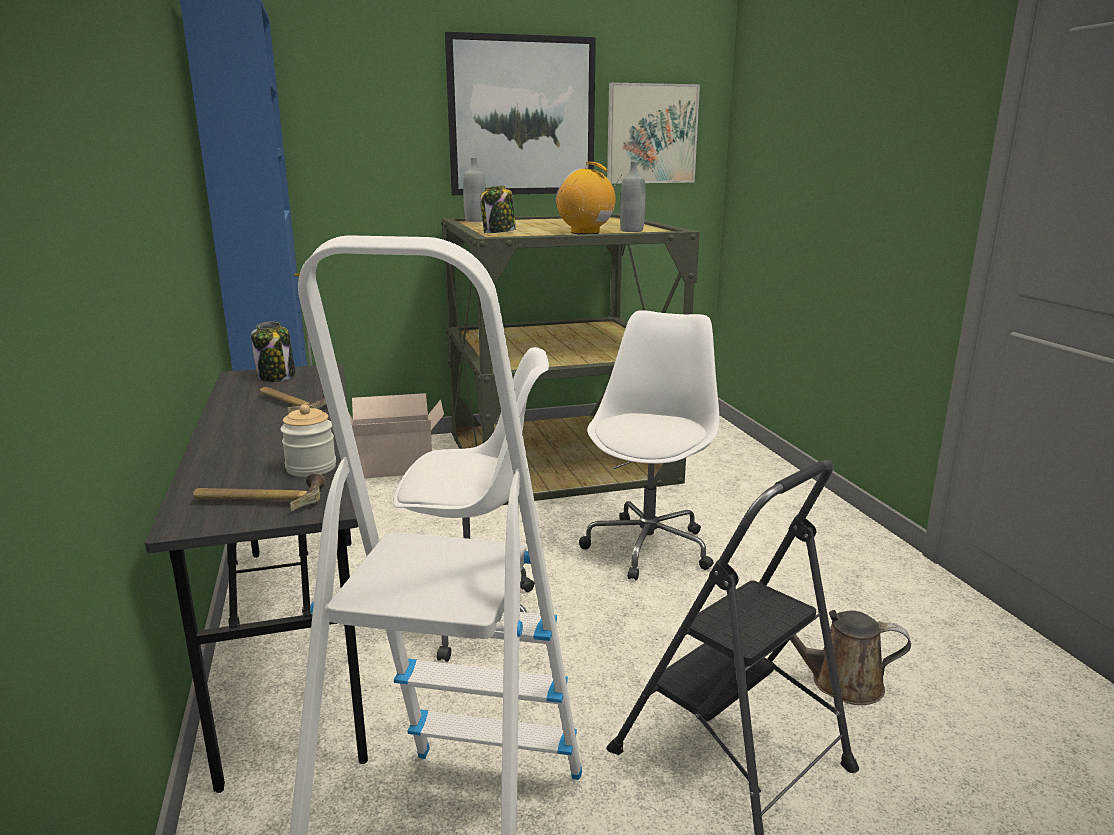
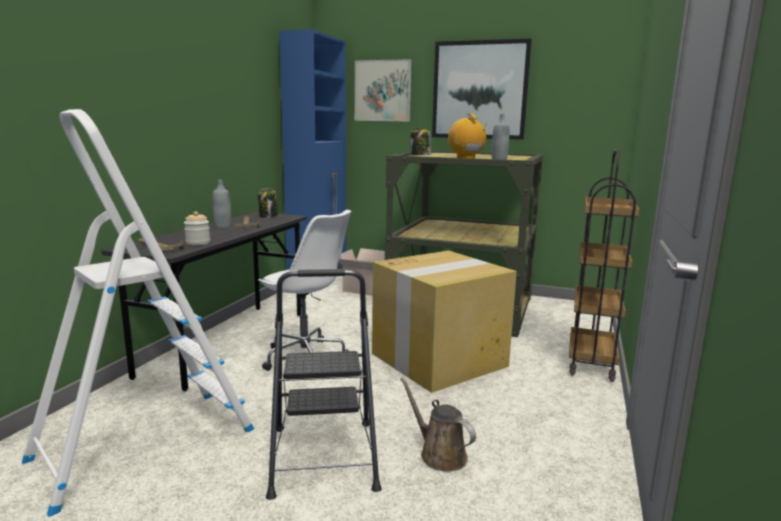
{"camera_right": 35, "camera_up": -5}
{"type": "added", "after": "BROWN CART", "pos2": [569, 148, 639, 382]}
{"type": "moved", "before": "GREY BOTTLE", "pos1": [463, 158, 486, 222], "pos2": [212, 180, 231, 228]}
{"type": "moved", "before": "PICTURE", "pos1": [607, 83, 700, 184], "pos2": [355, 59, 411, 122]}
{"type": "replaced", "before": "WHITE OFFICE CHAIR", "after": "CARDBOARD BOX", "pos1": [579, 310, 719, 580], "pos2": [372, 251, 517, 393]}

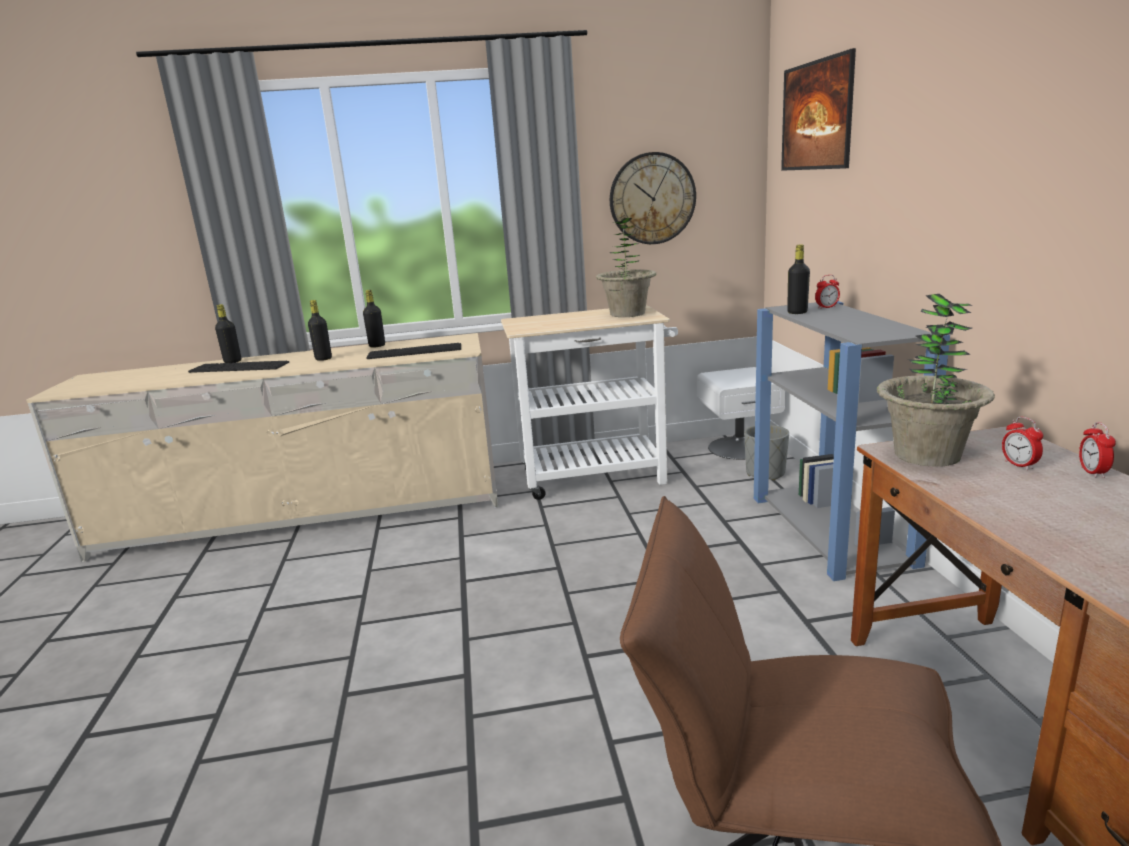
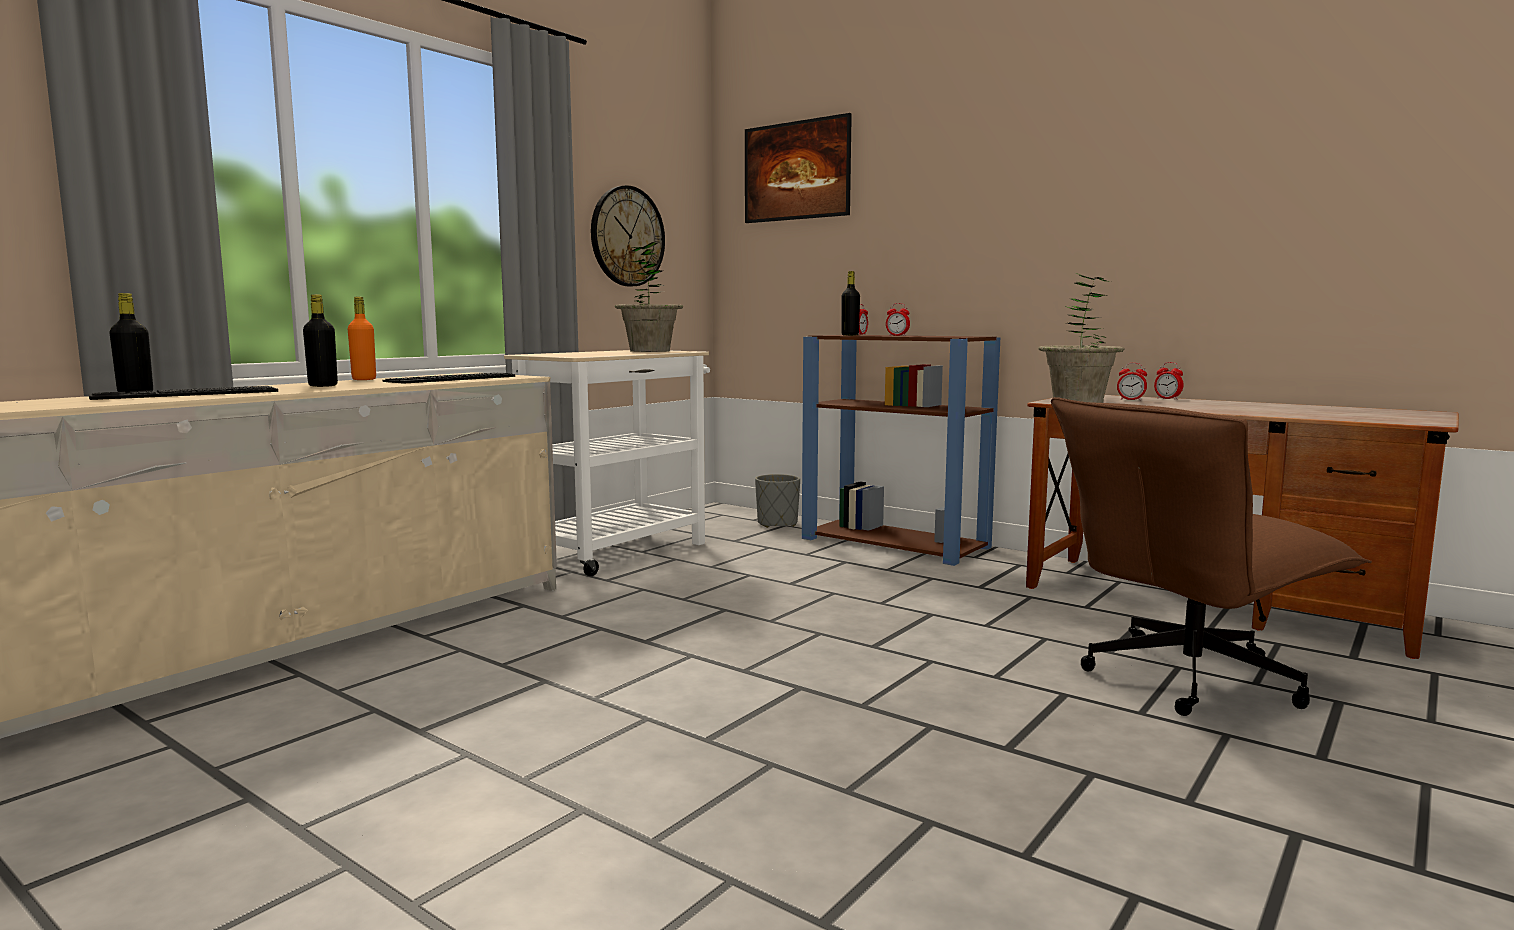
{"camera_right": -45, "camera_up": -10}
{"type": "removed", "before": "WHITE NIGHTSTAND", "pos1": [697, 367, 786, 460]}
{"type": "added", "after": "ALARM CLOCK", "pos2": [886, 303, 910, 336]}
{"type": "recoloured", "before": "BLACK BOTTLE", "after": "ORANGE BOTTLE", "pos1": [363, 290, 385, 348], "pos2": [348, 297, 376, 380]}
{"type": "recoloured", "before": "GREY BOOKCASE", "after": "BROWN BOOKCASE", "pos1": [754, 301, 950, 581], "pos2": [802, 335, 1000, 566]}

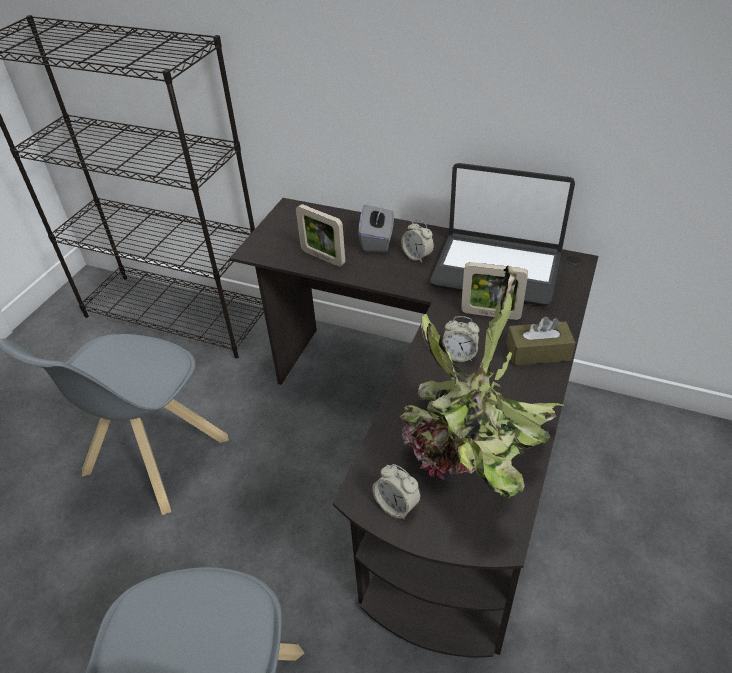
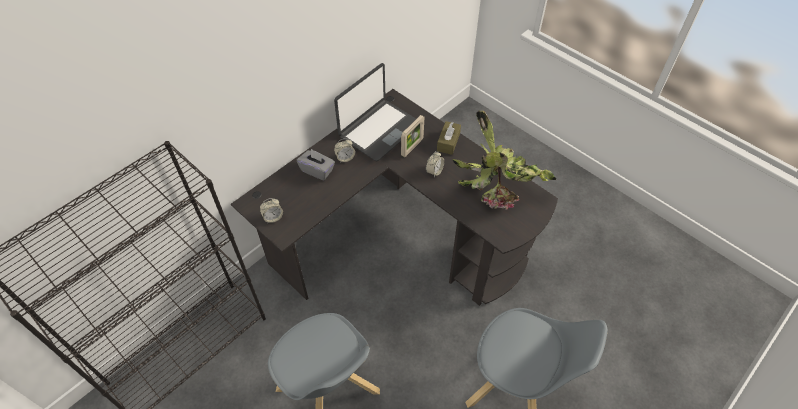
{"camera_right": -70, "camera_up": 10}
{"type": "removed", "before": "PICTURE FRAME", "pos1": [296, 204, 345, 267]}
{"type": "moved", "before": "ALARM CLOCK", "pos1": [372, 464, 421, 520], "pos2": [260, 198, 283, 223]}

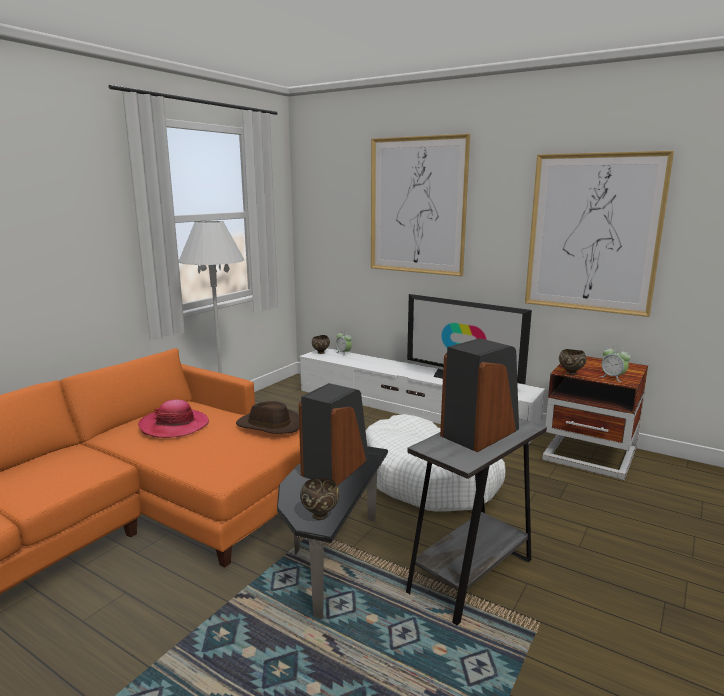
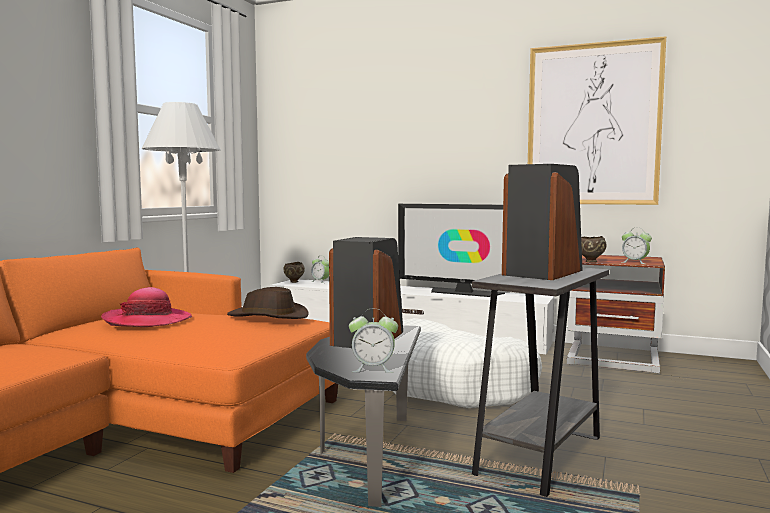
{"camera_right": -10, "camera_up": -10}
{"type": "removed", "before": "PICTURE", "pos1": [371, 134, 470, 276]}
{"type": "replaced", "before": "BROWN BOWL", "after": "ALARM CLOCK", "pos1": [300, 478, 340, 520], "pos2": [349, 309, 398, 373]}

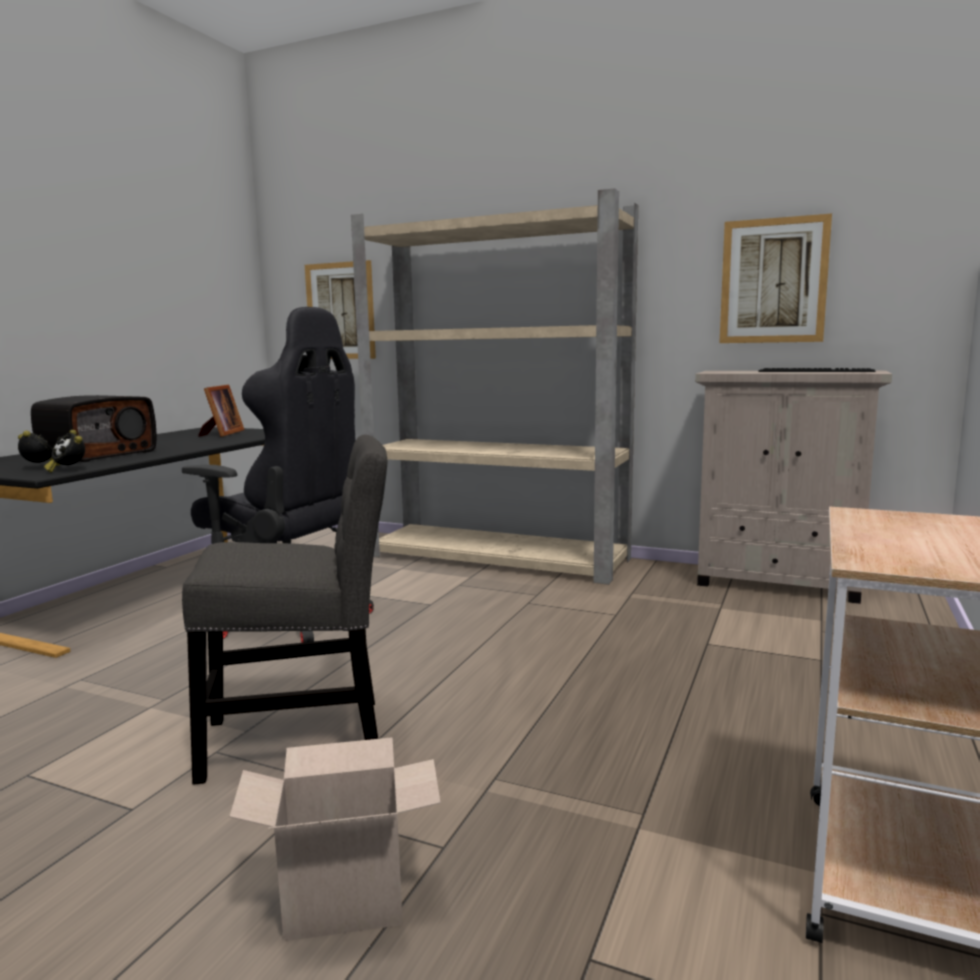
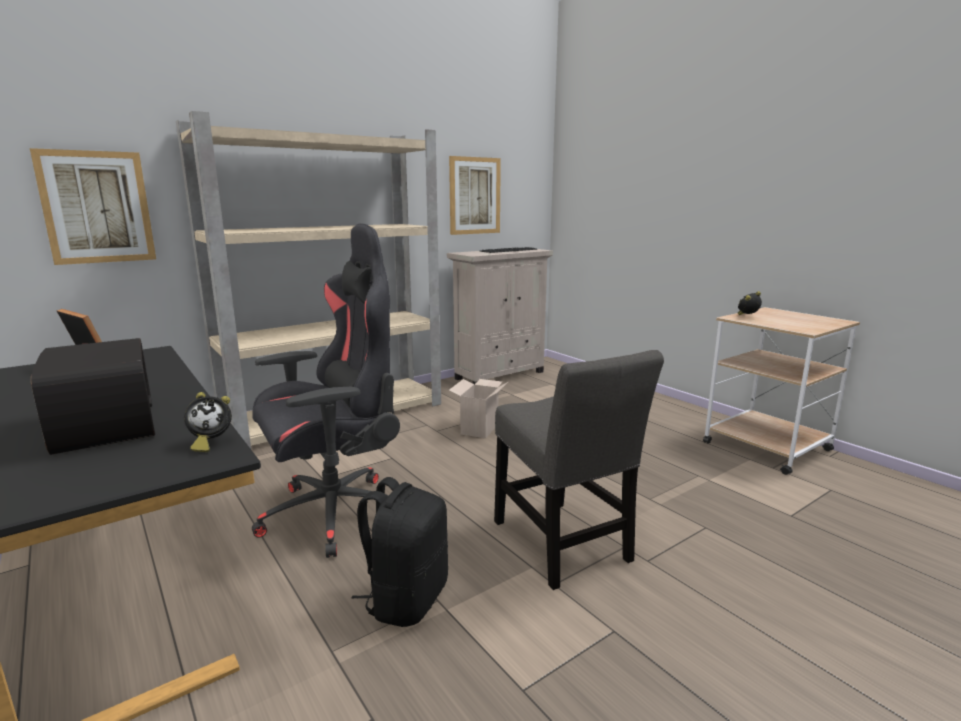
{"camera_right": -60, "camera_up": 5}
{"type": "added", "after": "BLACK BACKPACK", "pos2": [351, 477, 448, 627]}
{"type": "moved", "before": "ALARM CLOCK", "pos1": [18, 431, 61, 466], "pos2": [738, 291, 762, 315]}
{"type": "moved", "before": "CARDBOARD BOX", "pos1": [229, 737, 441, 941], "pos2": [448, 379, 509, 438]}
{"type": "turned", "before": "GREY CHAIR", "pos1": [182, 435, 387, 785], "pos2": [494, 350, 664, 590], "turn": 135}

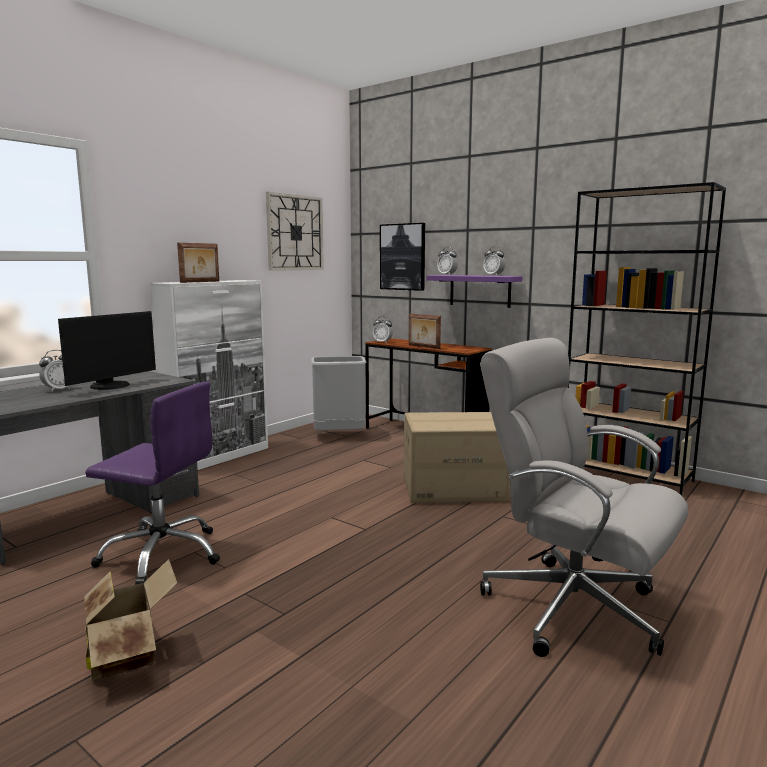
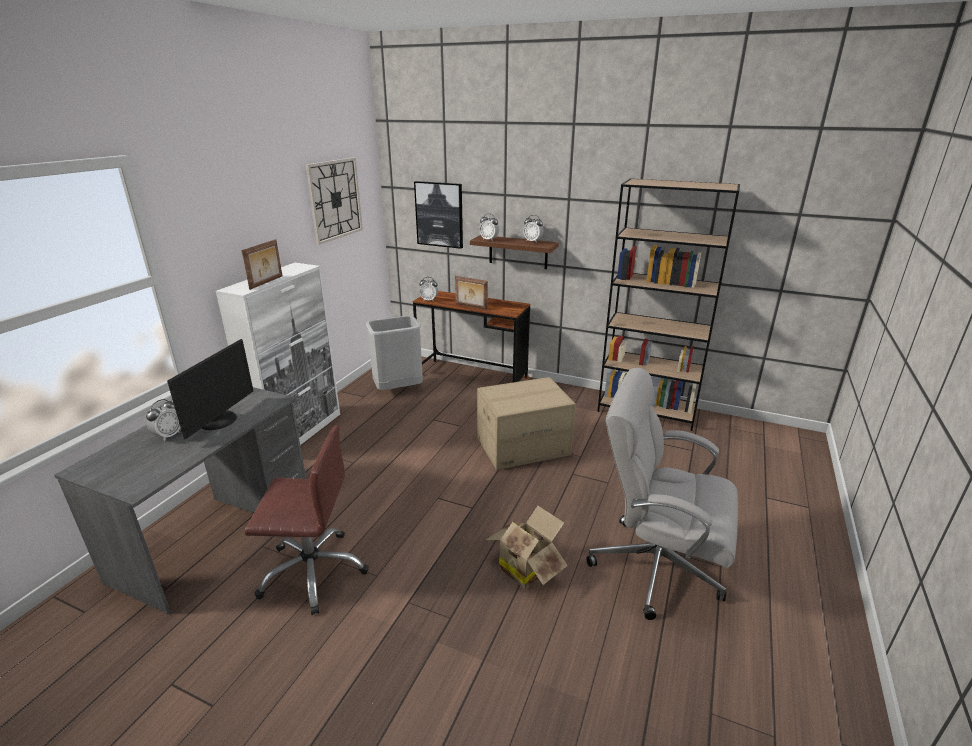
{"camera_right": -15, "camera_up": 15}
{"type": "moved", "before": "CARDBOARD BOX", "pos1": [84, 559, 177, 681], "pos2": [486, 506, 568, 589]}
{"type": "recoloured", "before": "PURPLE OFFICE CHAIR", "after": "BROWN OFFICE CHAIR", "pos1": [85, 381, 220, 585], "pos2": [244, 425, 369, 615]}
{"type": "recoloured", "before": "PURPLE SHELF", "after": "BROWN SHELF", "pos1": [426, 275, 522, 308], "pos2": [470, 235, 559, 269]}

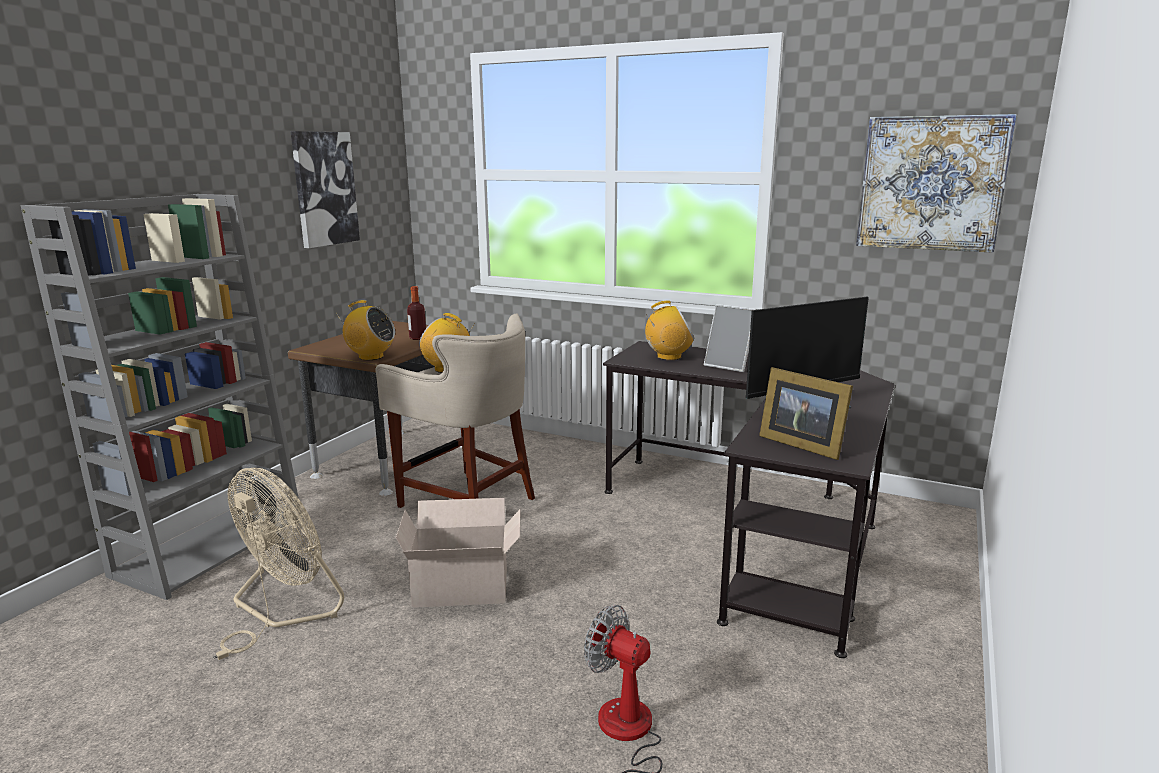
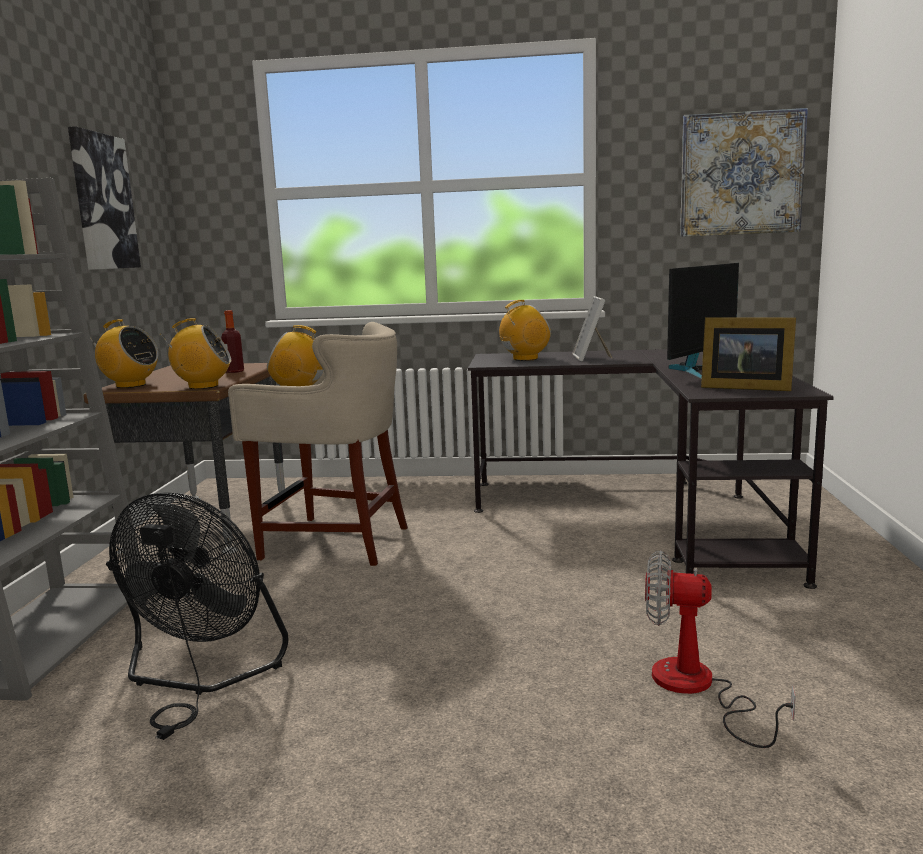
{"camera_right": -20, "camera_up": -5}
{"type": "removed", "before": "CARDBOARD BOX", "pos1": [396, 498, 520, 608]}
{"type": "added", "after": "RADIO", "pos2": [91, 319, 158, 388]}
{"type": "recoloured", "before": "BEIGE FAN", "after": "BLACK FAN", "pos1": [213, 468, 344, 660], "pos2": [106, 493, 288, 740]}
{"type": "turned", "before": "PICTURE FRAME", "pos1": [704, 304, 757, 372], "pos2": [572, 296, 612, 361], "turn": 75}

